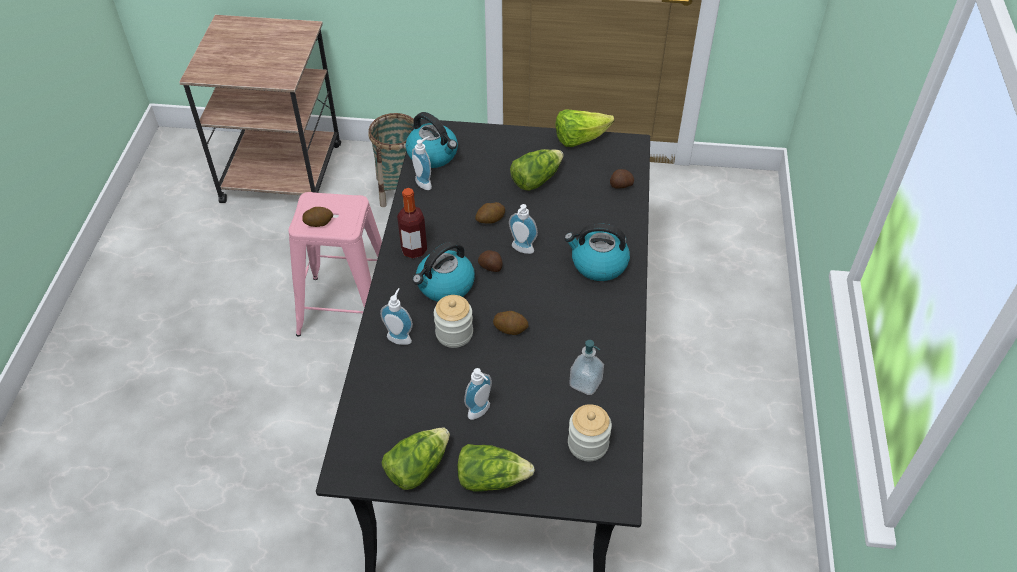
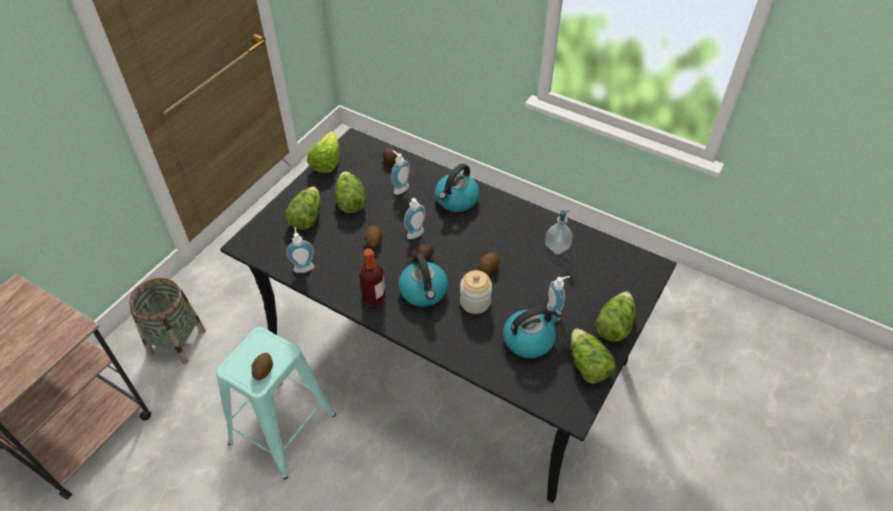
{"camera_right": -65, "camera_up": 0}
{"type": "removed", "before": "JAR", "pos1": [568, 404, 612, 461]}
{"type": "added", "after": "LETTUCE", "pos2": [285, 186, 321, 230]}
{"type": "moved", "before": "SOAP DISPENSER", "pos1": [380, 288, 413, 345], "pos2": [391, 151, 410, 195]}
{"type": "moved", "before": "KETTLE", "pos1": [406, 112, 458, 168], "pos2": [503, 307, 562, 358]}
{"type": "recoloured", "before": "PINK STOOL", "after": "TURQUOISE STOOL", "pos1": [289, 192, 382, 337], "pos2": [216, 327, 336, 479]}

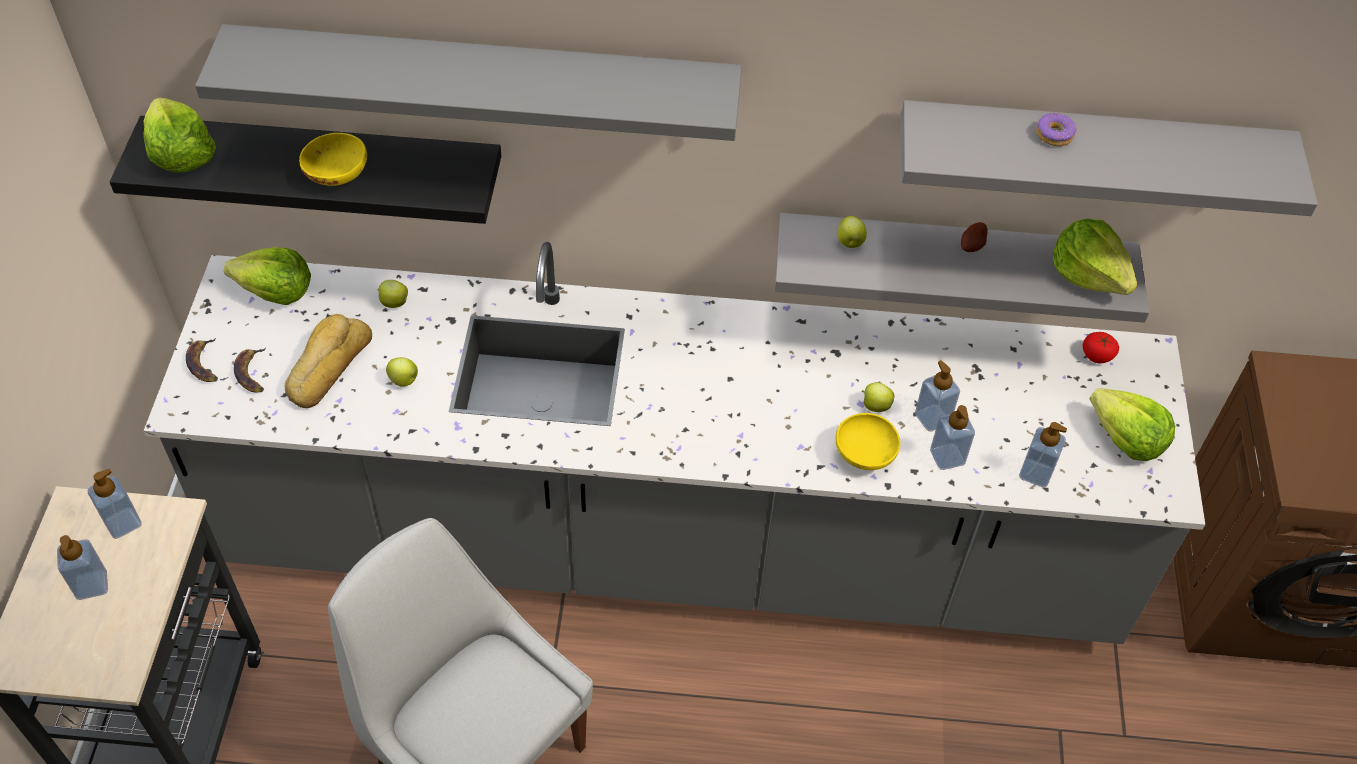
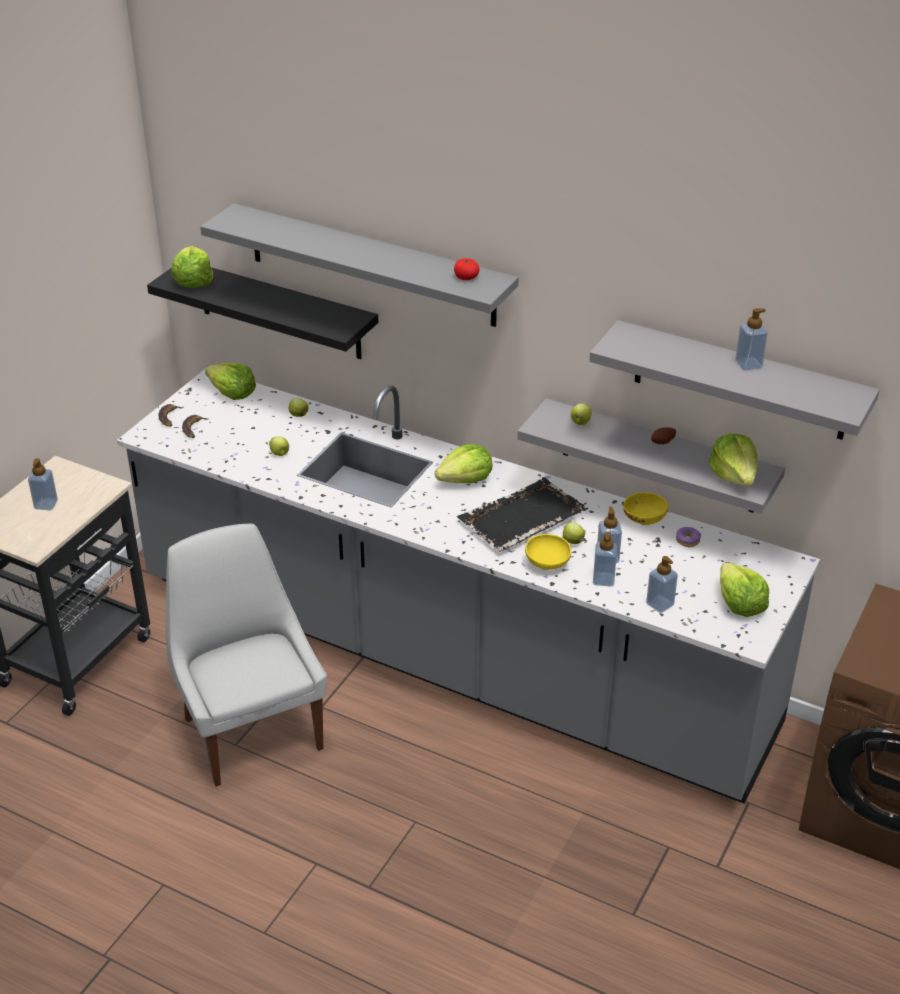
{"camera_right": 25, "camera_up": -15}
{"type": "removed", "before": "BREAD", "pos1": [285, 314, 372, 408]}
{"type": "added", "after": "LETTUCE", "pos2": [435, 444, 492, 483]}
{"type": "added", "after": "BLACK TRAY", "pos2": [457, 477, 588, 552]}
{"type": "moved", "before": "SOAP DISPENSER", "pos1": [88, 469, 142, 539], "pos2": [735, 308, 768, 371]}
{"type": "moved", "before": "YELLOW BOWL", "pos1": [299, 133, 367, 186], "pos2": [623, 492, 668, 525]}
{"type": "moved", "before": "DONUT", "pos1": [1036, 113, 1076, 146], "pos2": [676, 527, 701, 547]}
{"type": "moved", "before": "TOMATO", "pos1": [1082, 332, 1119, 363], "pos2": [454, 258, 479, 280]}

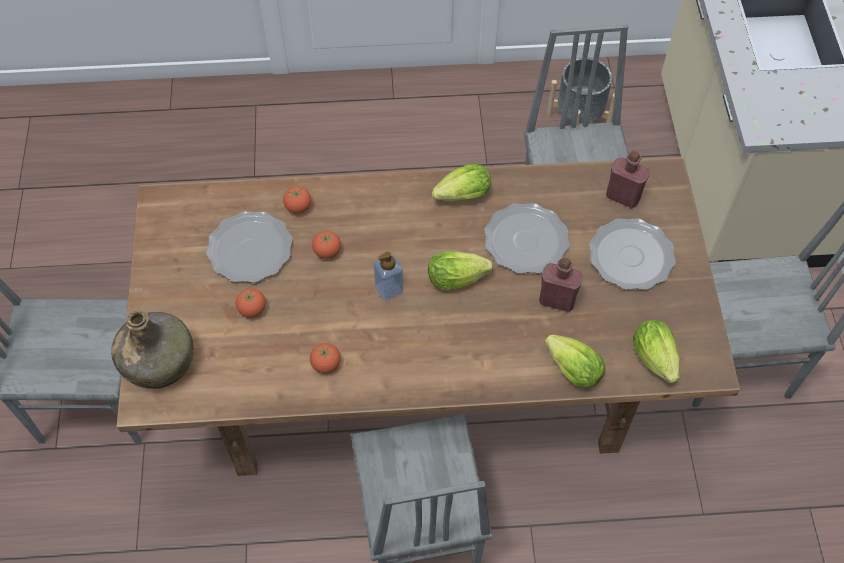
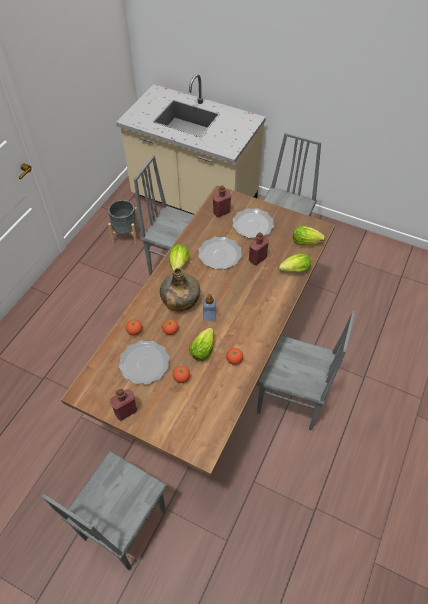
{"camera_right": -60, "camera_up": -5}
{"type": "added", "after": "RED BOTTLE", "pos2": [110, 389, 137, 421]}
{"type": "moved", "before": "GREEN BOTTLE", "pos1": [111, 310, 194, 389], "pos2": [160, 268, 200, 312]}
{"type": "moved", "before": "LETTUCE", "pos1": [428, 251, 493, 290], "pos2": [189, 328, 214, 361]}

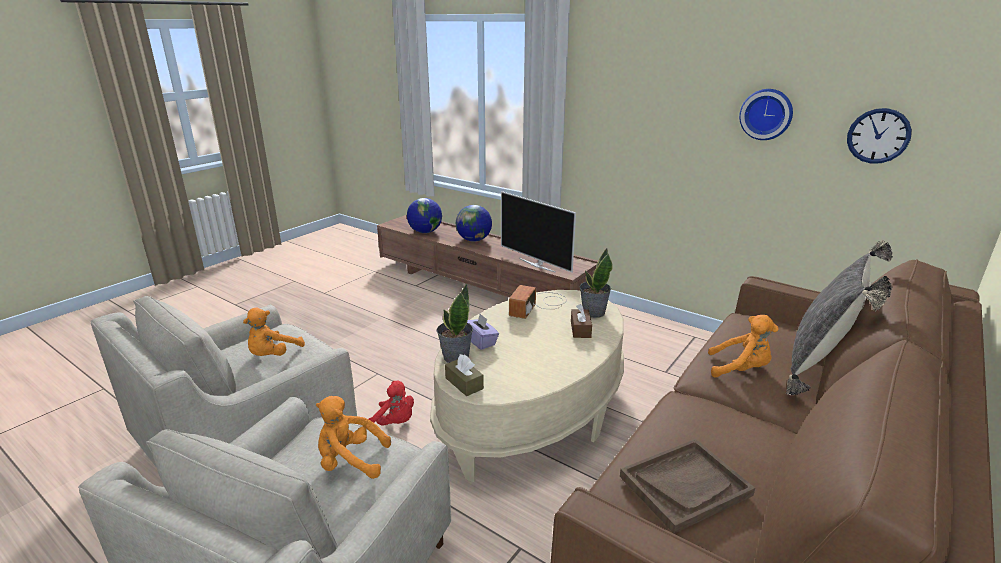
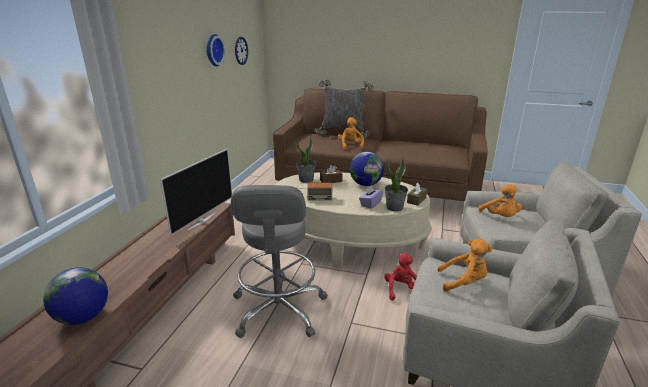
{"camera_right": -110, "camera_up": 0}
{"type": "removed", "before": "BROWN TRAY", "pos1": [620, 439, 755, 534]}
{"type": "added", "after": "GREY STOOL", "pos2": [231, 185, 328, 338]}
{"type": "moved", "before": "GLOBE", "pos1": [456, 205, 492, 242], "pos2": [350, 152, 384, 186]}

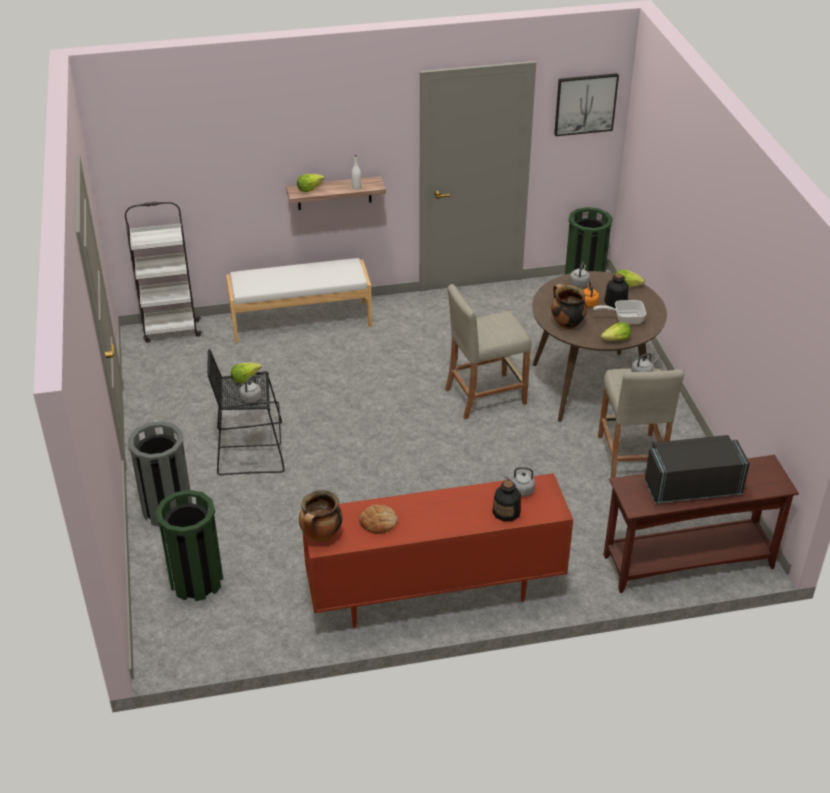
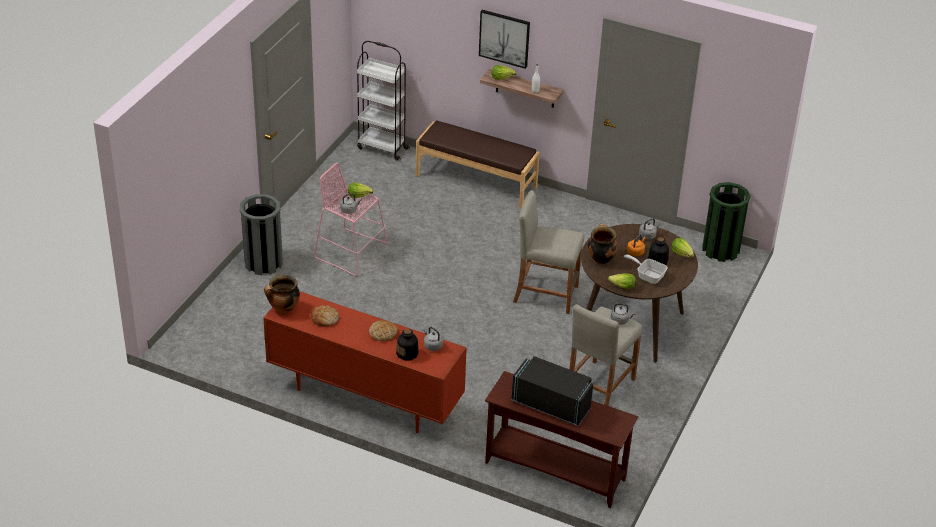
{"camera_right": 35, "camera_up": 0}
{"type": "removed", "before": "GREEN TRASH CAN", "pos1": [156, 490, 223, 601]}
{"type": "added", "after": "BREAD", "pos2": [369, 320, 398, 341]}
{"type": "moved", "before": "PICTURE", "pos1": [554, 73, 619, 136], "pos2": [479, 10, 530, 69]}
{"type": "recoloured", "before": "BLACK STOOL", "after": "PINK STOOL", "pos1": [207, 349, 284, 475], "pos2": [314, 162, 389, 276]}
{"type": "recoloured", "before": "WHITE BENCH", "after": "BROWN BENCH", "pos1": [226, 258, 372, 343], "pos2": [416, 120, 540, 208]}

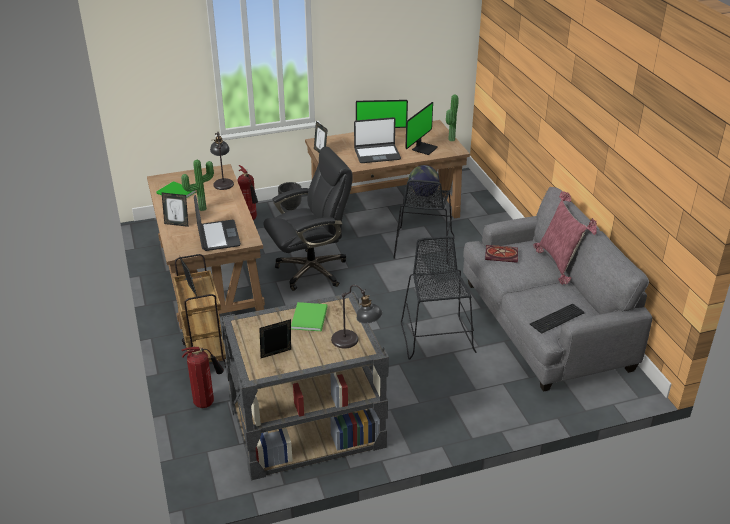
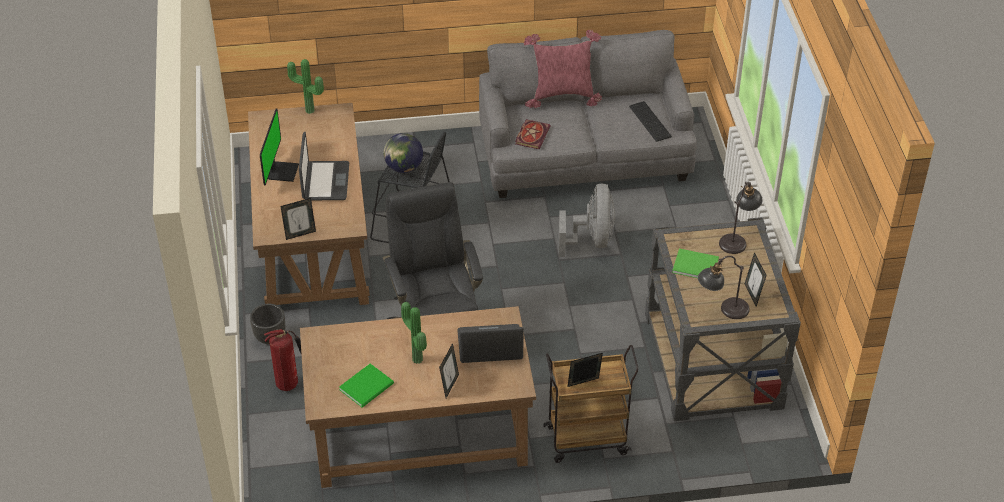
{"camera_right": -80, "camera_up": 10}
{"type": "removed", "before": "FIRE EXTINGUISHER", "pos1": [182, 346, 224, 408]}
{"type": "removed", "before": "MONITOR", "pos1": [405, 102, 438, 155]}
{"type": "moved", "before": "GREY TABLE LAMP", "pos1": [210, 132, 234, 190], "pos2": [698, 256, 750, 319]}
{"type": "replaced", "before": "BLACK STOOL", "after": "GREY FAN", "pos1": [401, 236, 476, 360], "pos2": [559, 184, 615, 257]}

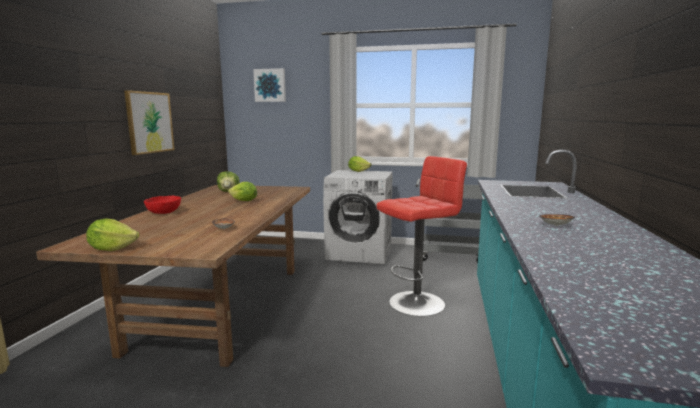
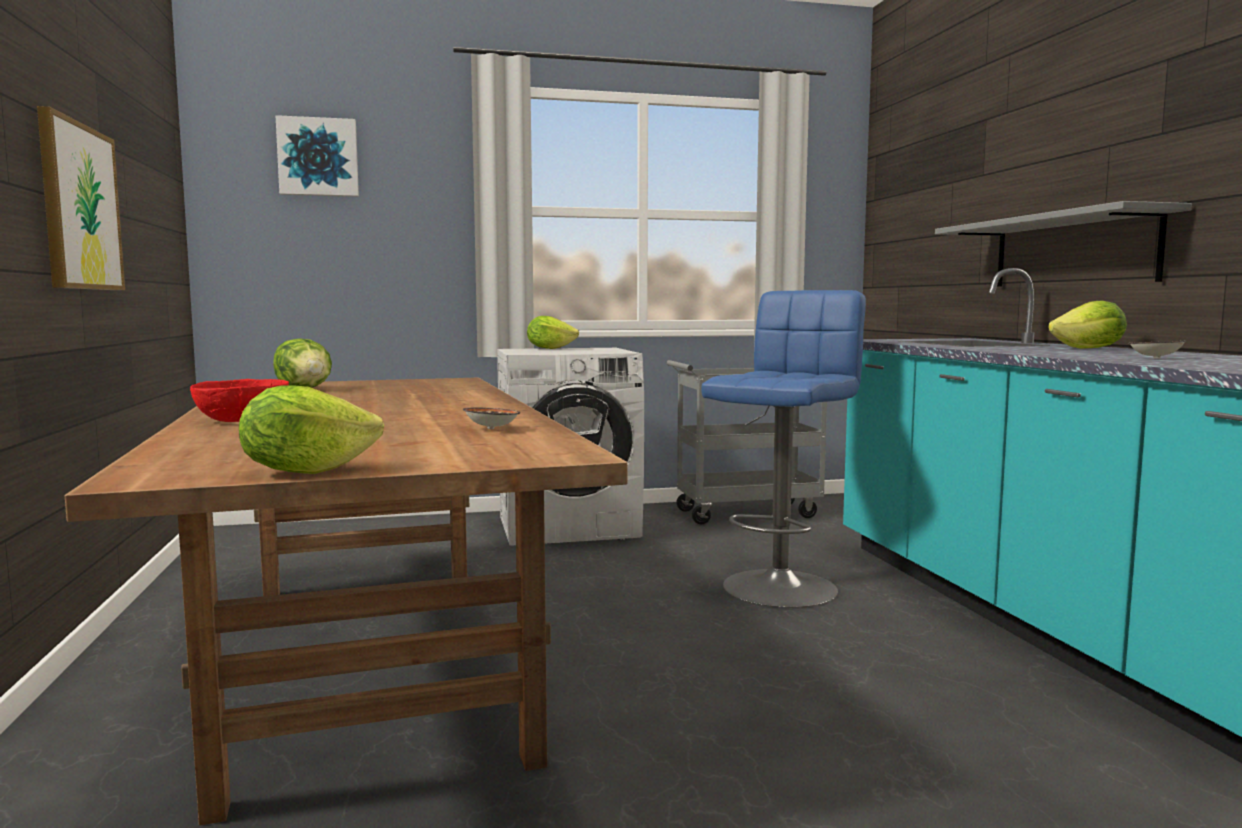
{"camera_right": -25, "camera_up": -5}
{"type": "added", "after": "GREY SHELF", "pos2": [935, 201, 1192, 287]}
{"type": "moved", "before": "LETTUCE", "pos1": [228, 182, 257, 201], "pos2": [1048, 301, 1127, 349]}
{"type": "recoloured", "before": "RED STOOL", "after": "BLUE STOOL", "pos1": [376, 156, 467, 316], "pos2": [701, 290, 866, 607]}

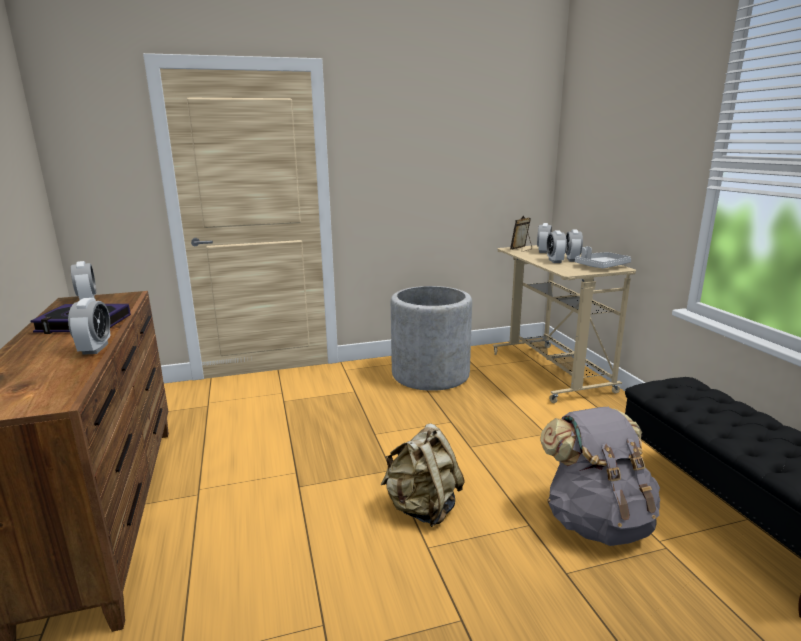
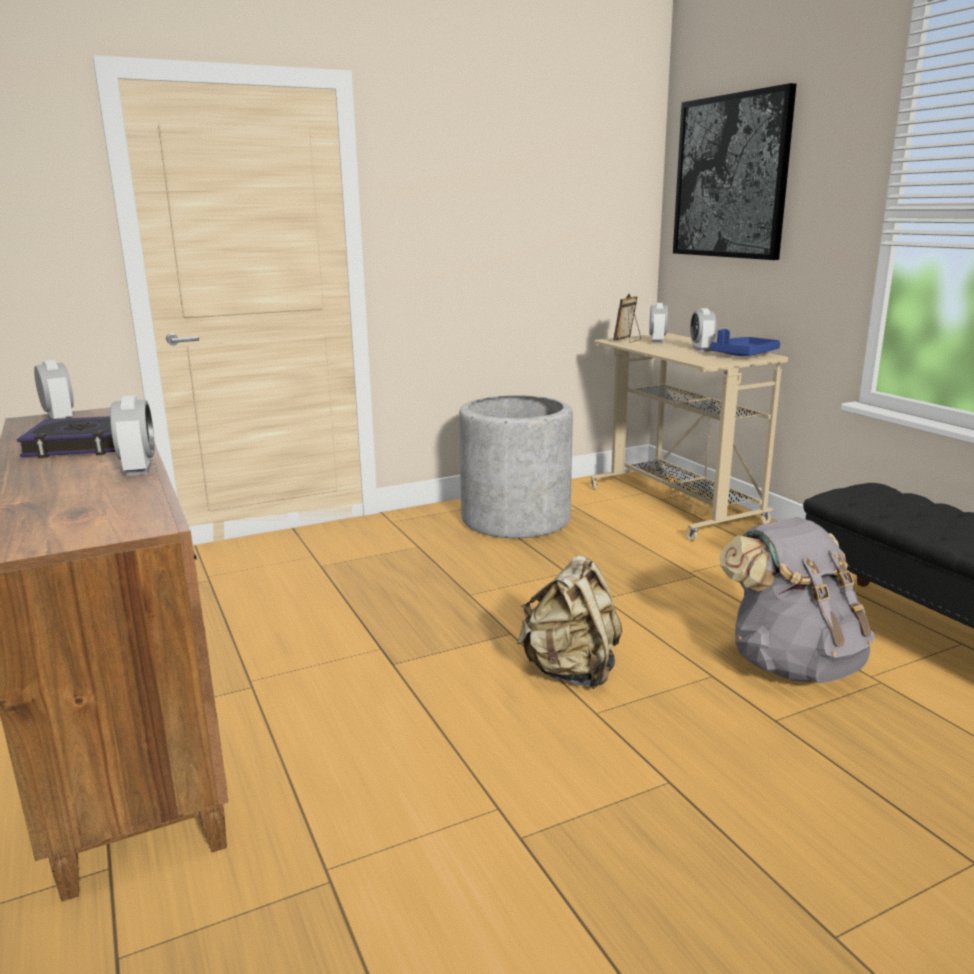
{"camera_right": -10, "camera_up": 0}
{"type": "removed", "before": "ALARM CLOCK", "pos1": [546, 230, 567, 263]}
{"type": "added", "after": "PICTURE", "pos2": [673, 83, 797, 260]}
{"type": "recoloured", "before": "GREY TRAY", "after": "BLUE TRAY", "pos1": [575, 246, 631, 268], "pos2": [710, 329, 780, 356]}

